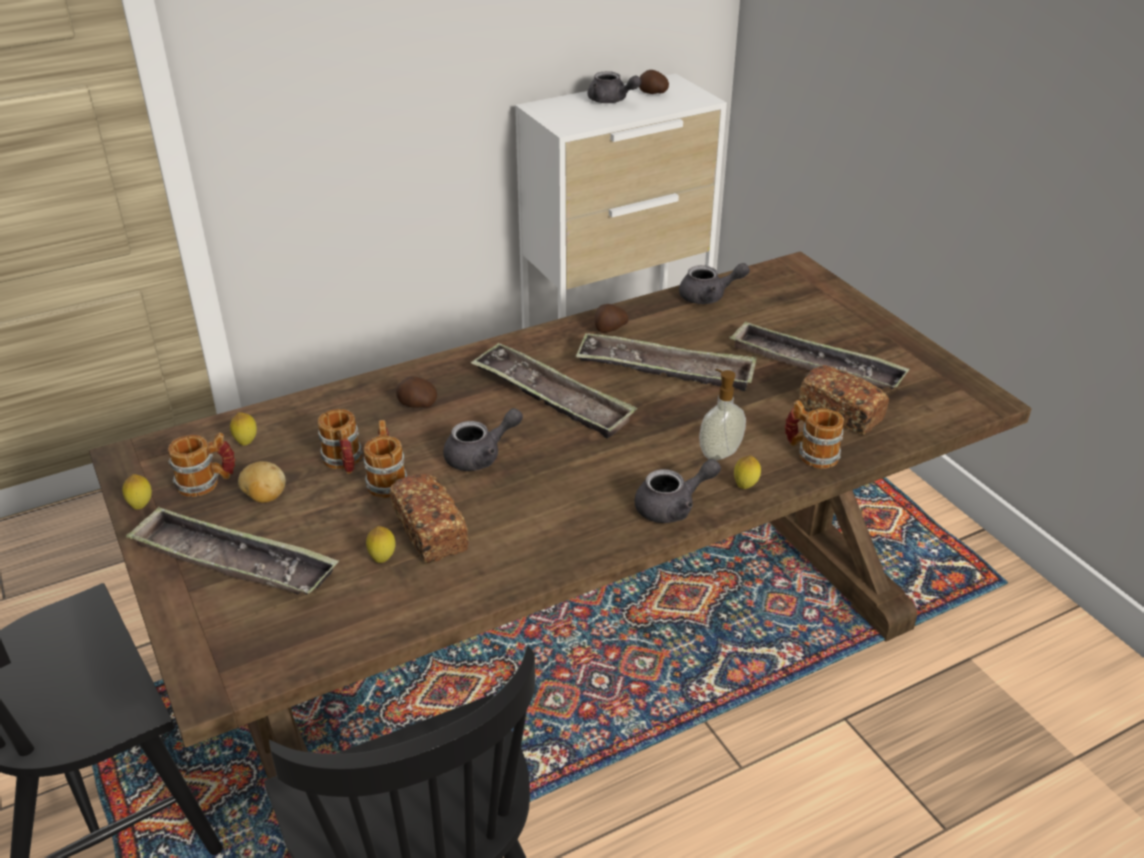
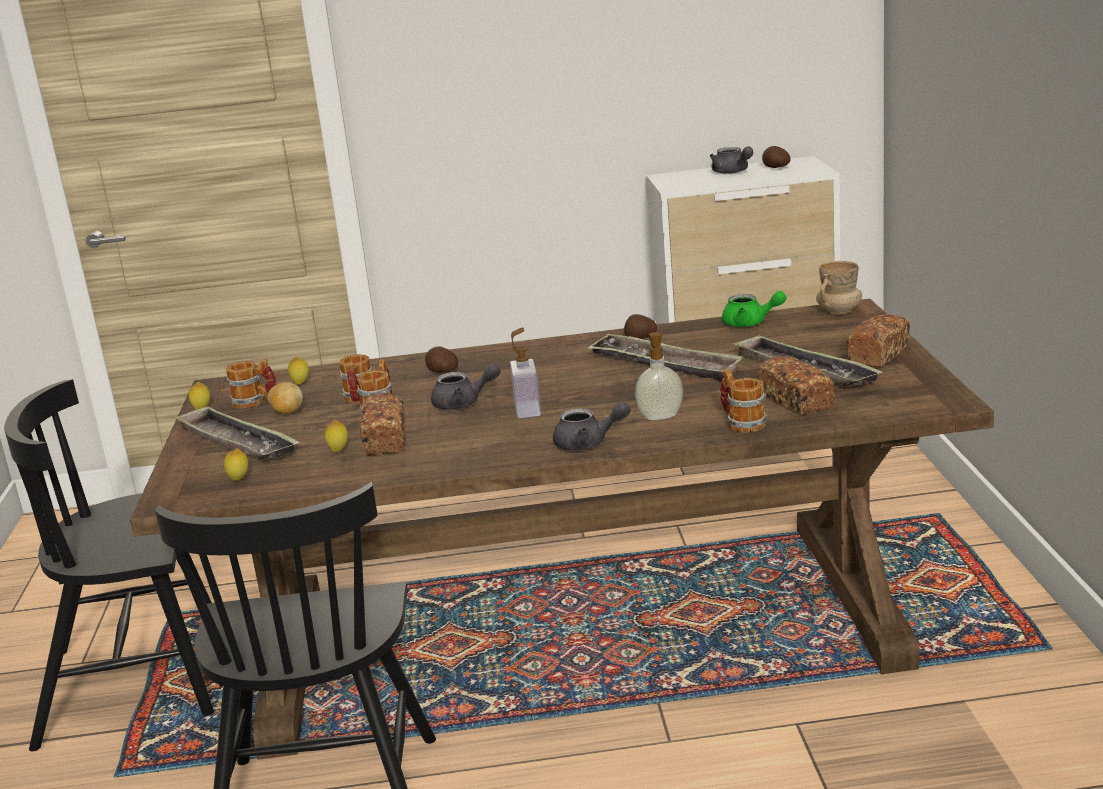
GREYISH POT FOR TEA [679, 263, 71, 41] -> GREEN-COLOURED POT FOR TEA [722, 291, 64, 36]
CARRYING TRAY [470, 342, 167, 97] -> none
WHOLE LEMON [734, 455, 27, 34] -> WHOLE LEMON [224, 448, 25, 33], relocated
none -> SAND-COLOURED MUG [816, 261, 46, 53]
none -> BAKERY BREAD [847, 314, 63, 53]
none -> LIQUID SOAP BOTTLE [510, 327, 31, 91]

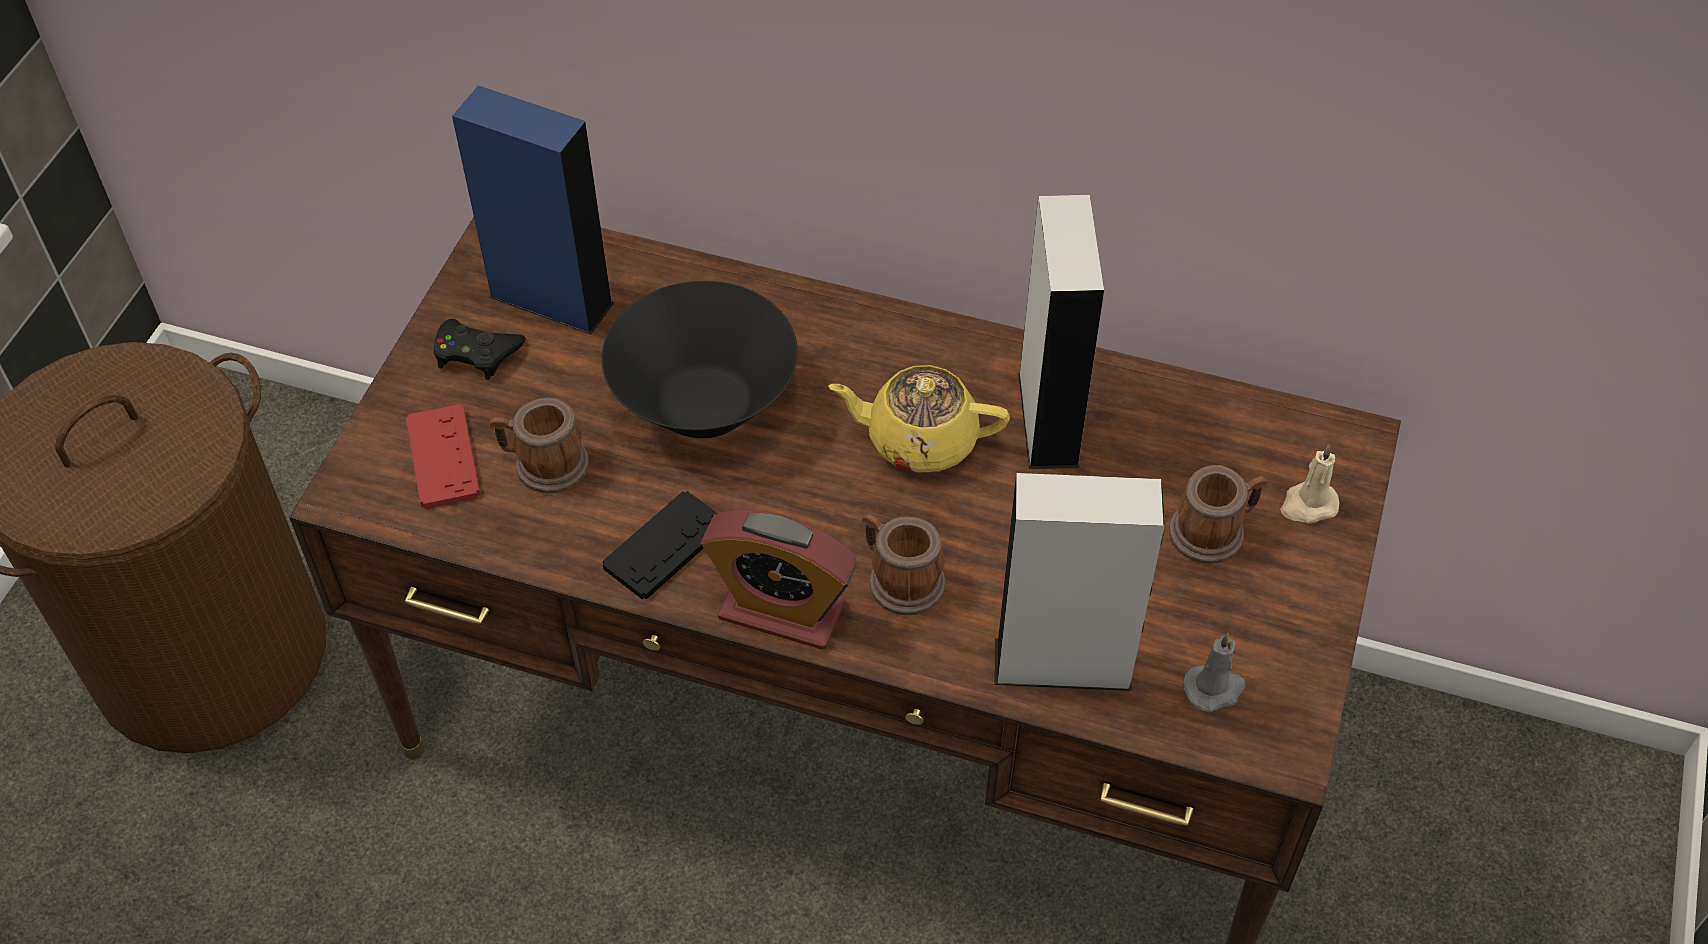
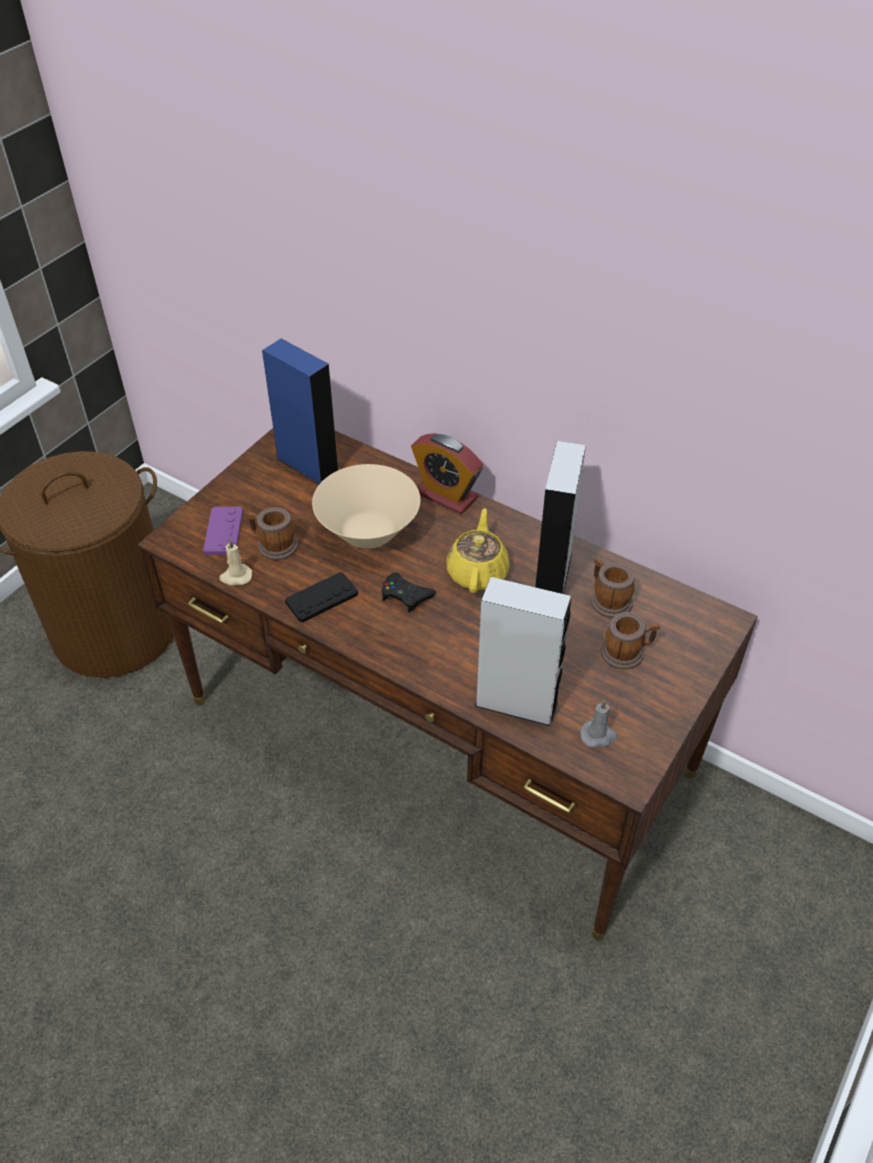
BLACK SERVING BOWL [601, 281, 197, 157] -> SAND-COLOURED SERVING BOWL [312, 464, 108, 85]
BLACK GAMEPAD [434, 319, 92, 61] -> BLACK GAMEPAD [381, 573, 55, 40], relocated
YELLOWISH POT FOR TEA [828, 365, 182, 108] -> YELLOWISH POT FOR TEA [446, 508, 64, 85], 75 degrees clockwise
RED-COLOURED GAMEPAD [406, 404, 74, 105] -> PURPLE GAMEPAD [203, 507, 40, 48]
SAND-COLOURED CANDLE [1280, 444, 59, 79] -> SAND-COLOURED CANDLE [219, 539, 33, 47], relocated
TABLE CLOCK [701, 509, 156, 141] -> TABLE CLOCK [411, 433, 72, 81], relocated
MUG [863, 514, 82, 102] -> MUG [591, 558, 43, 60], relocated

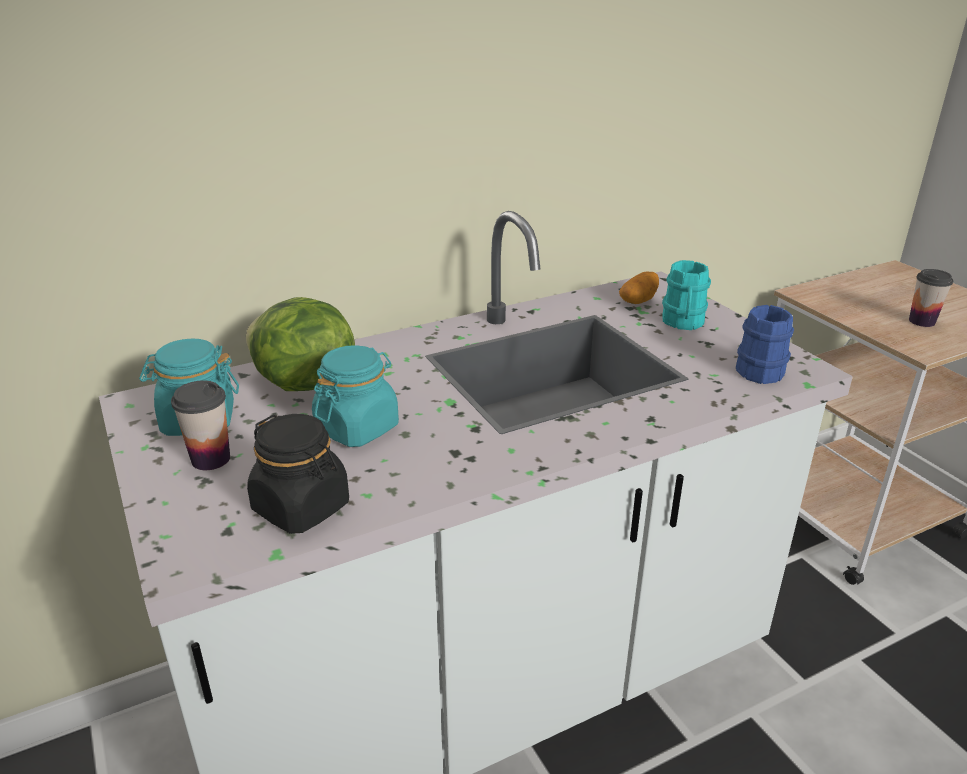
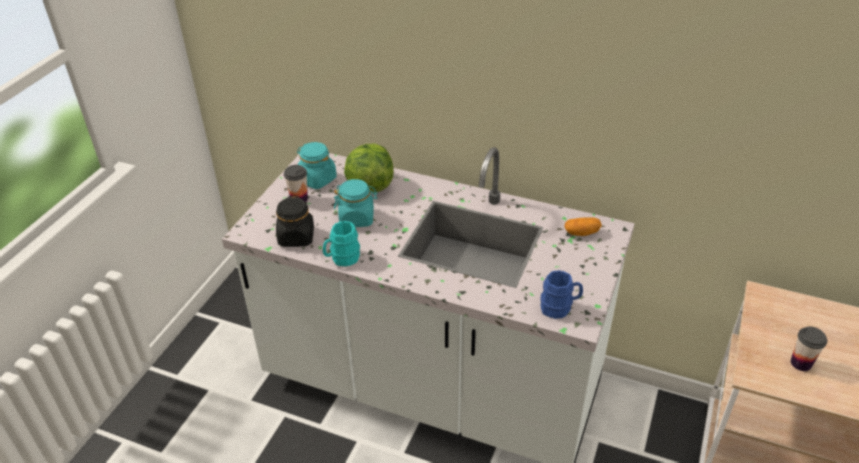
BLUE-GREEN MUG [662, 260, 49, 70] -> BLUE-GREEN MUG [323, 221, 37, 45], relocated

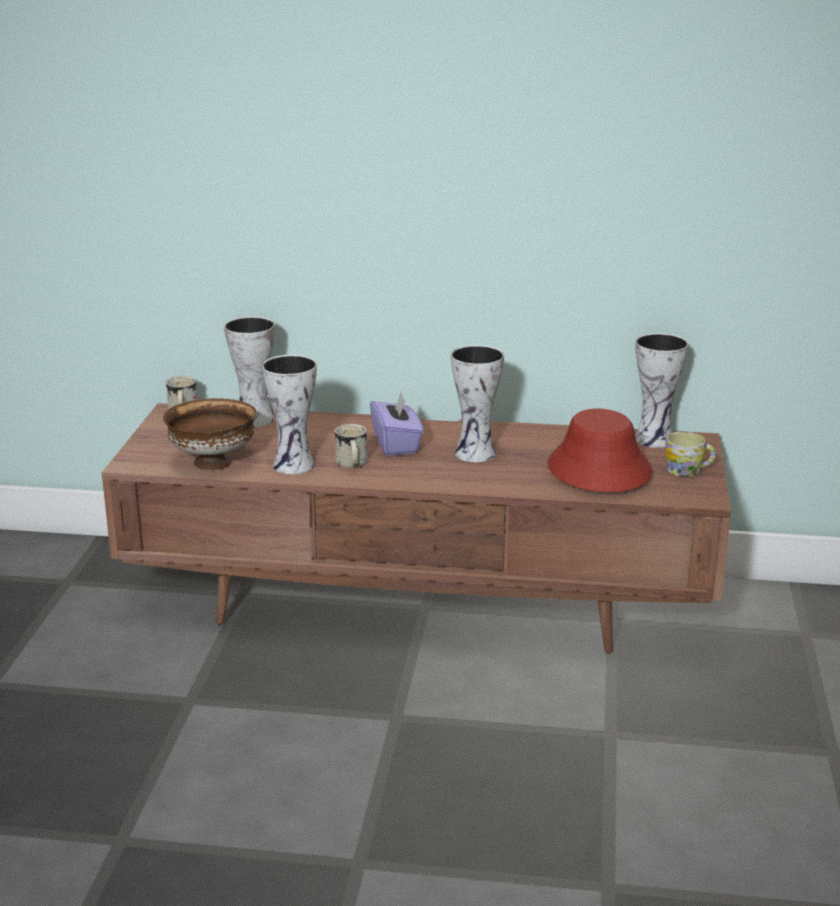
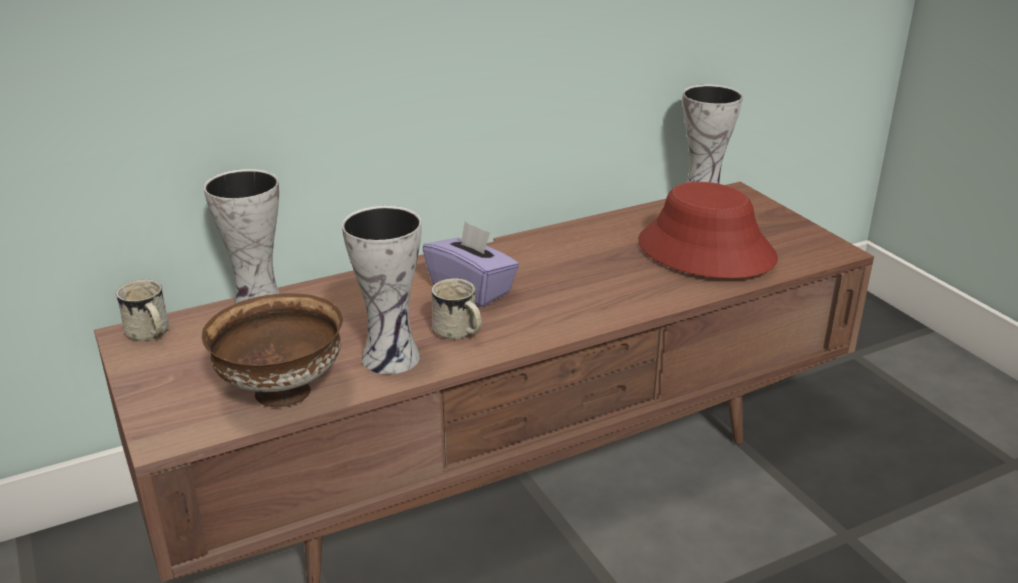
DECORATIVE VASE [451, 345, 53, 117] -> none
MUG [665, 432, 51, 45] -> none

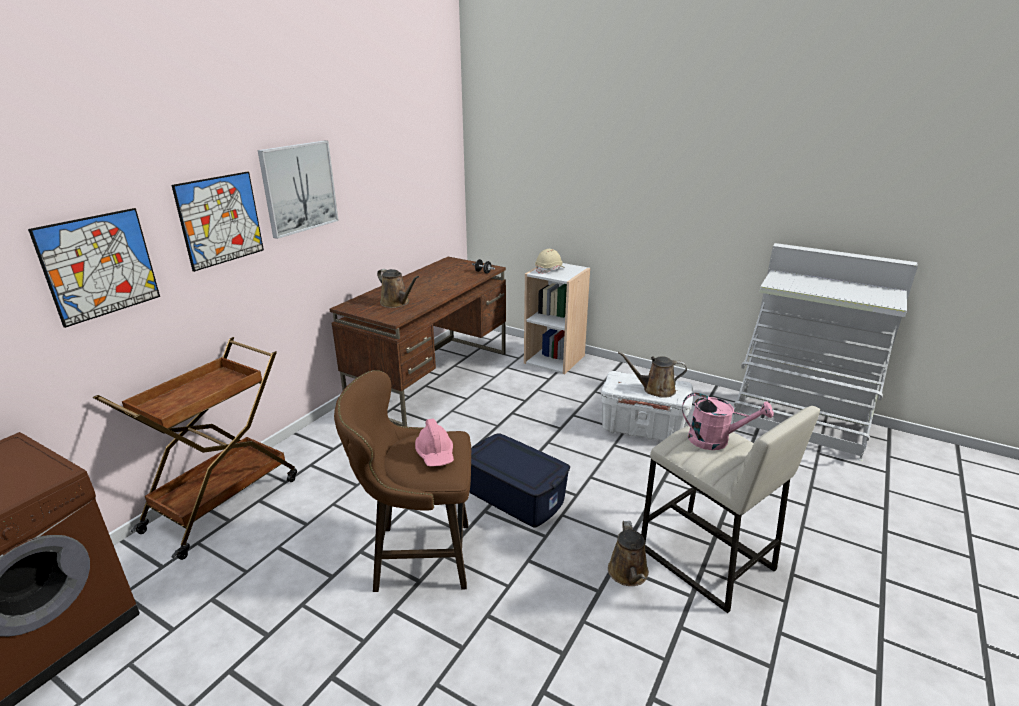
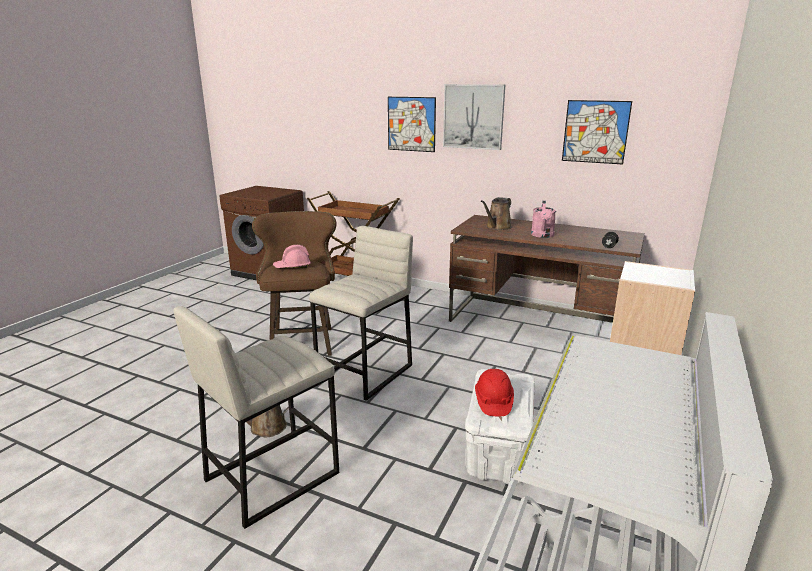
PICTURE [28, 208, 132, 120] -> PICTURE [562, 100, 70, 64], relocated
SAND-COLOURED HARD HAT [535, 249, 30, 25] -> none
BROWN WATERING POT [618, 352, 69, 46] -> RED-COLOURED HARD HAT [475, 369, 39, 47]
PINKISH WATERING POT [682, 393, 92, 57] -> PINKISH WATERING POT [531, 201, 25, 37], relocated
BLUE STORAGE CONTAINER [469, 433, 101, 95] -> SAND-COLOURED STOOL [309, 226, 104, 175]

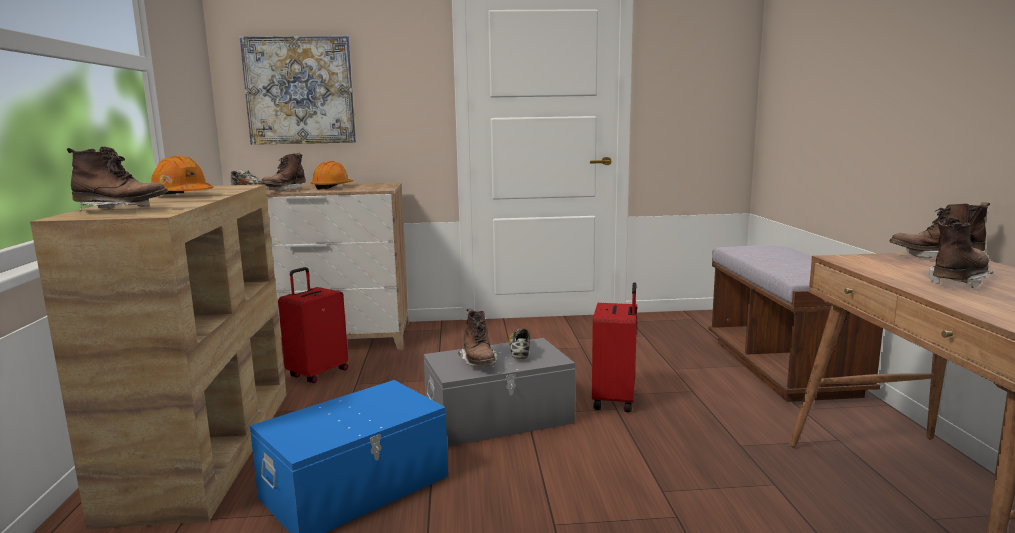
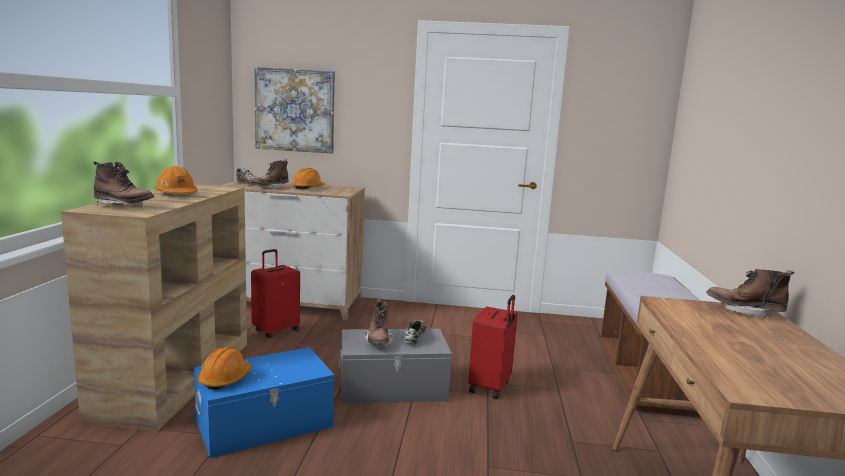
BROWN BOOT [929, 217, 64, 72] -> none
none -> ORANGEY HARD HAT [197, 347, 55, 43]

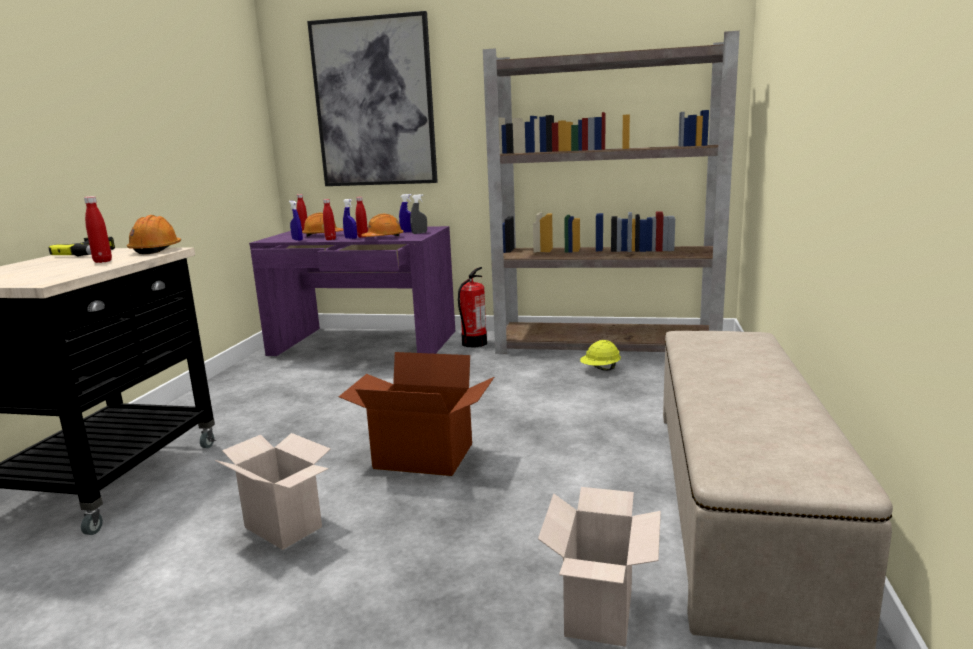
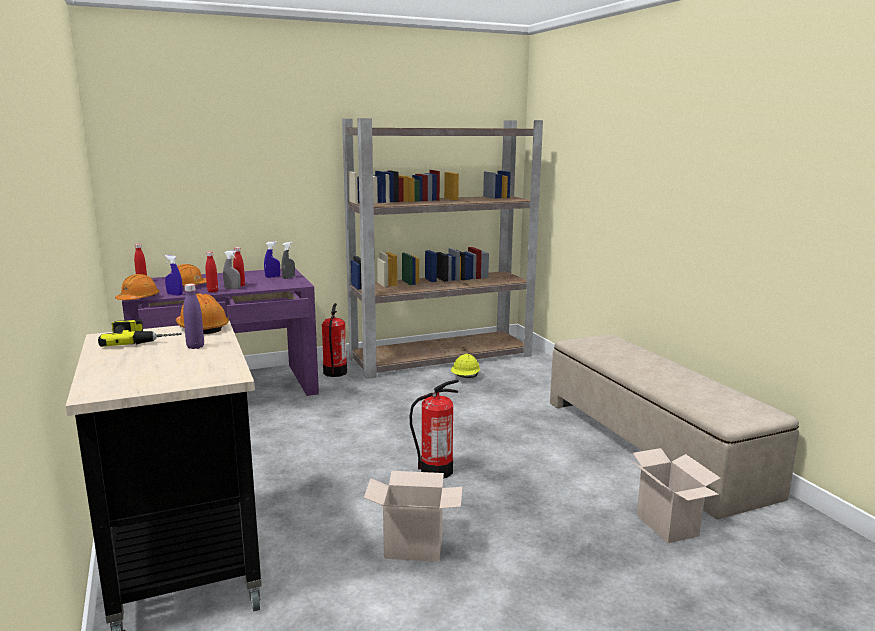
PICTURE [307, 11, 131, 175] -> none
RED-COLOURED BOTTLE [84, 196, 28, 67] -> PURPLE BOTTLE [183, 284, 21, 65]
BLUE HAND SPRAYER [343, 199, 14, 40] -> GREYISH HAND SPRAYER [223, 251, 18, 38]
ORANGEY HARD HAT [361, 214, 42, 23] -> ORANGEY HARD HAT [115, 274, 45, 26], relocated
PACKING BOX [339, 352, 155, 124] -> FIRE EXTINGUISHER [410, 380, 49, 98]

